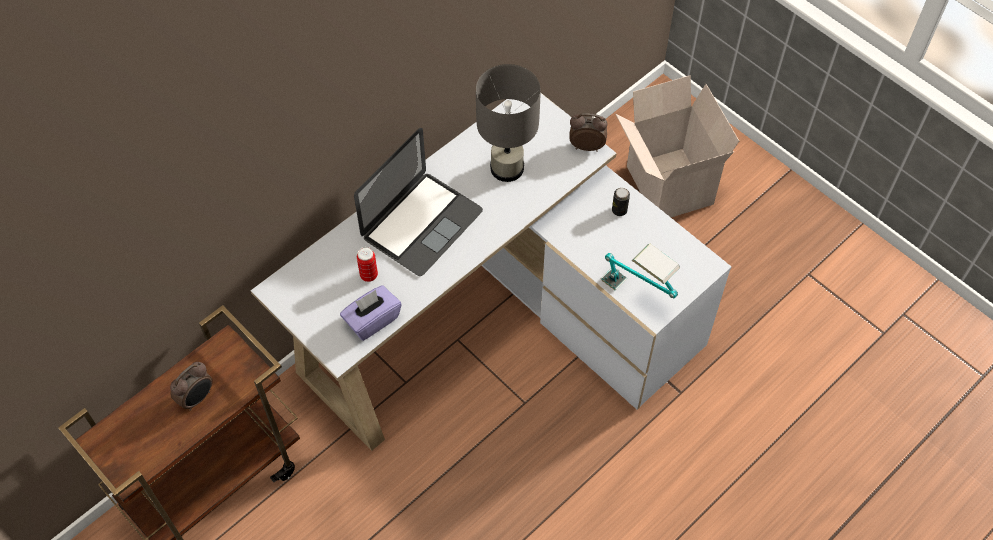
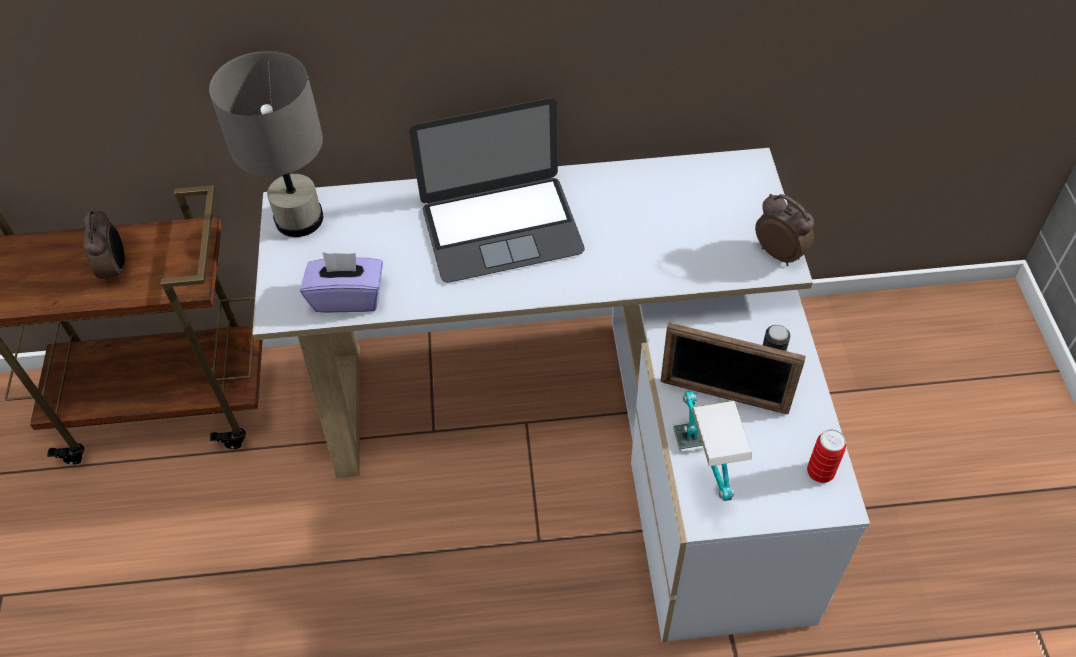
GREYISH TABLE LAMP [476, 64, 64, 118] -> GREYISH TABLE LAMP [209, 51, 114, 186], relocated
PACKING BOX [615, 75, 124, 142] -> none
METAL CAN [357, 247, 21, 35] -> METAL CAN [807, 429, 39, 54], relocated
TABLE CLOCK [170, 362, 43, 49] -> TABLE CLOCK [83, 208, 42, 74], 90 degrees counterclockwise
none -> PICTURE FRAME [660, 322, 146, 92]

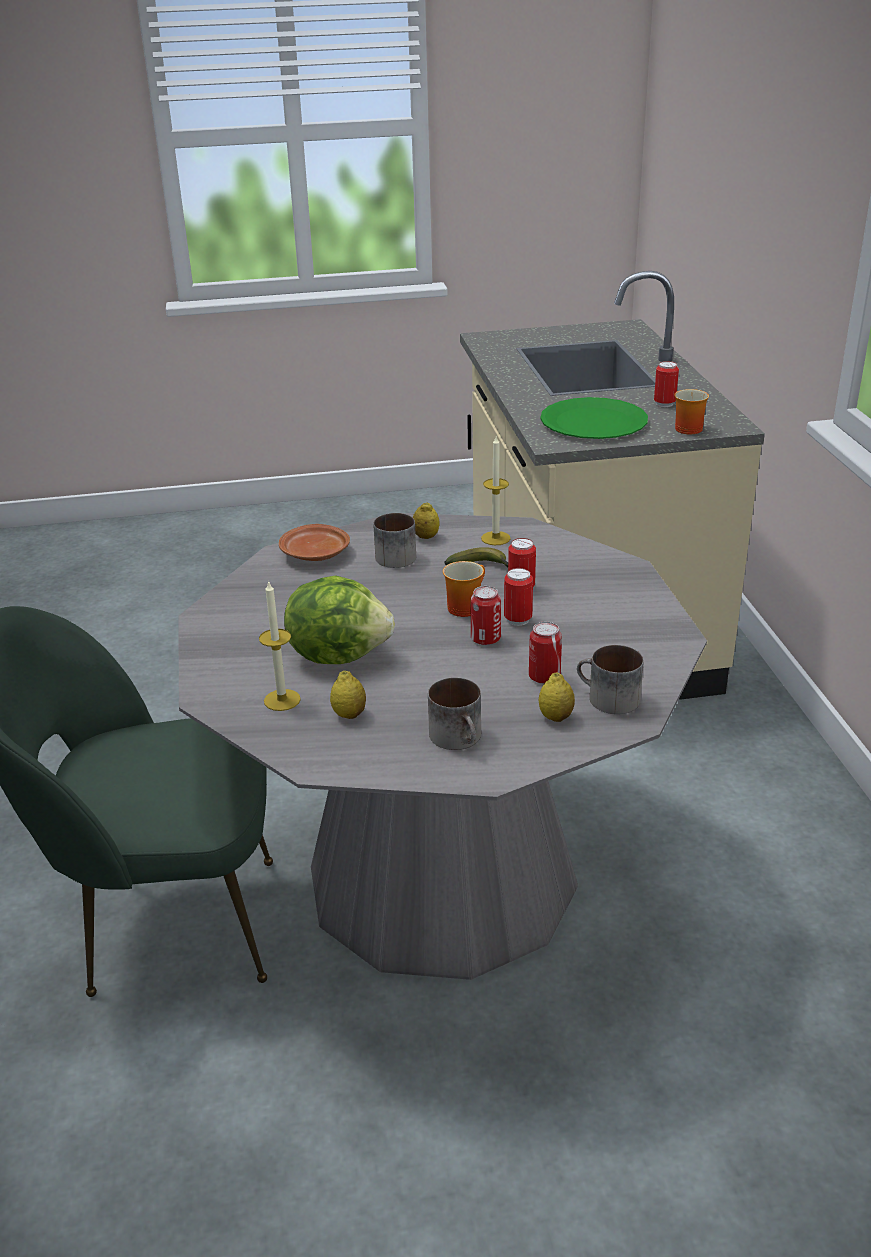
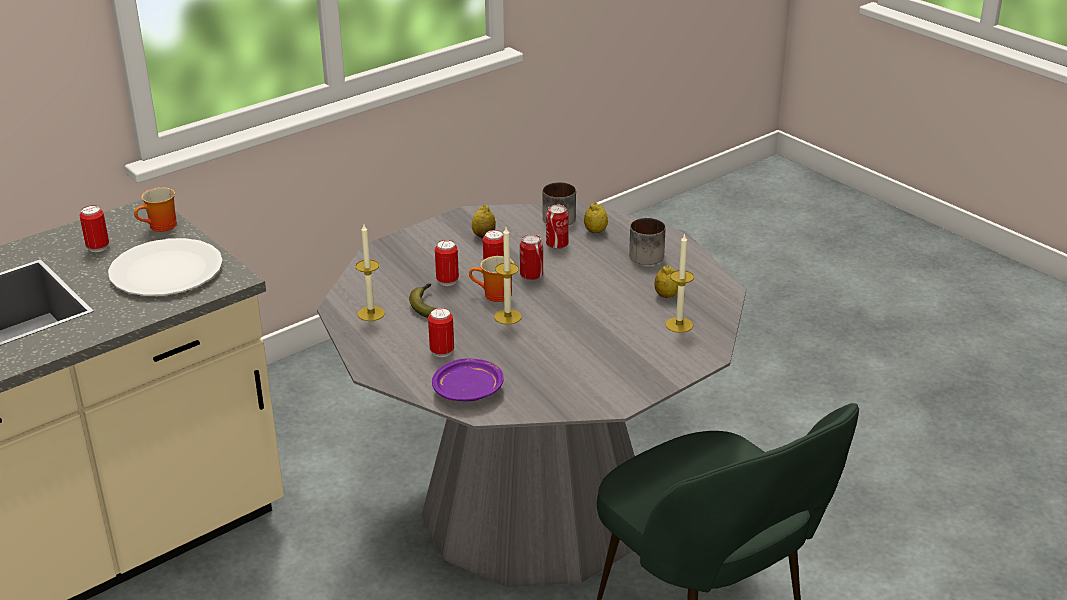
GREEN-COLOURED FLAT DISH [540, 397, 108, 42] -> WHITISH FLAT DISH [108, 238, 115, 58]
WHOLE LEMON [413, 502, 27, 37] -> WHOLE LEMON [472, 205, 24, 34], relocated
MUG [373, 513, 43, 55] -> METAL CAN [428, 308, 26, 49]
BROWN FLAT DISH [279, 524, 71, 37] -> PURPLE FLAT DISH [432, 359, 72, 42]
LETTUCE [284, 575, 111, 89] -> none
none -> CANDLE [494, 227, 28, 98]

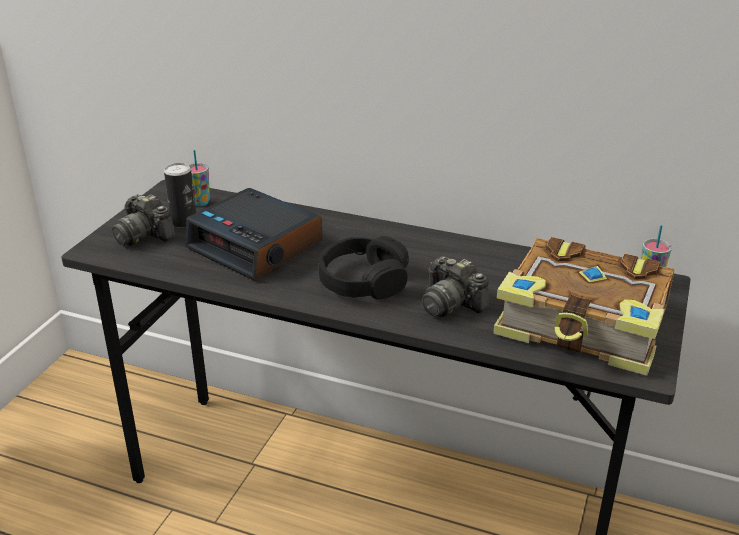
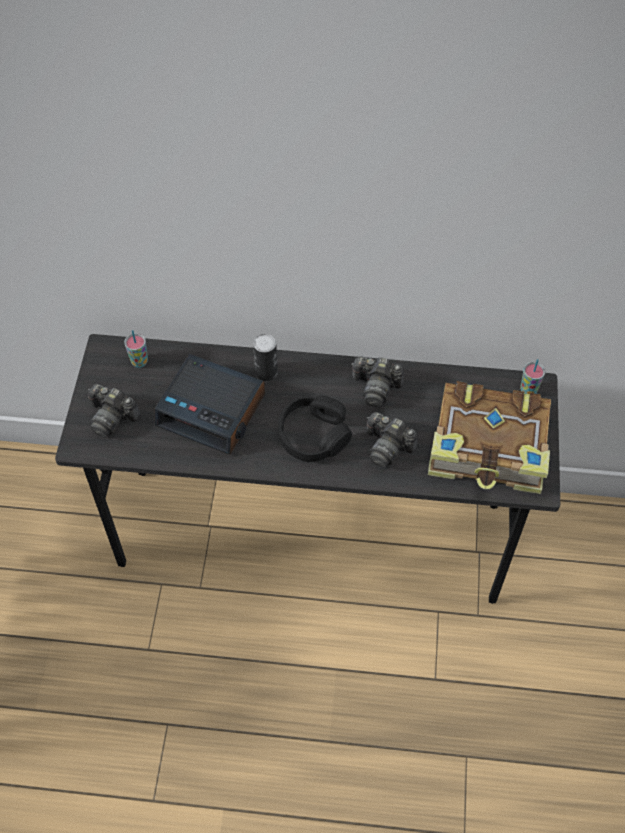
METAL CAN [164, 163, 32, 65] -> METAL CAN [253, 334, 25, 48], relocated
none -> PHOTO CAMERA [351, 356, 53, 51]

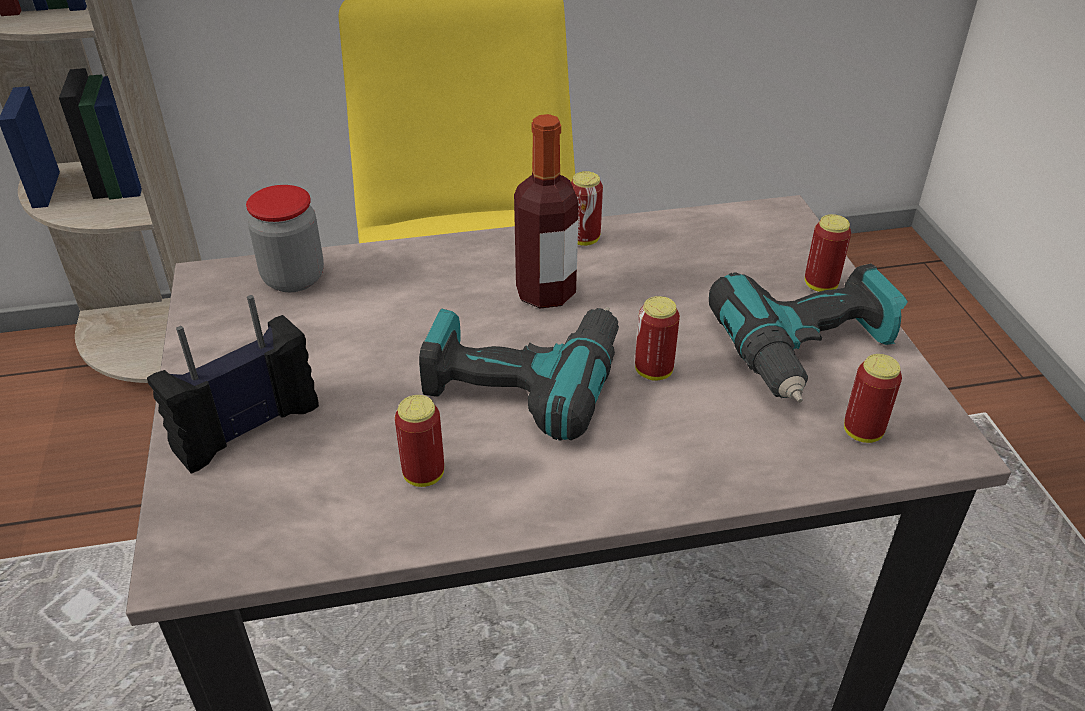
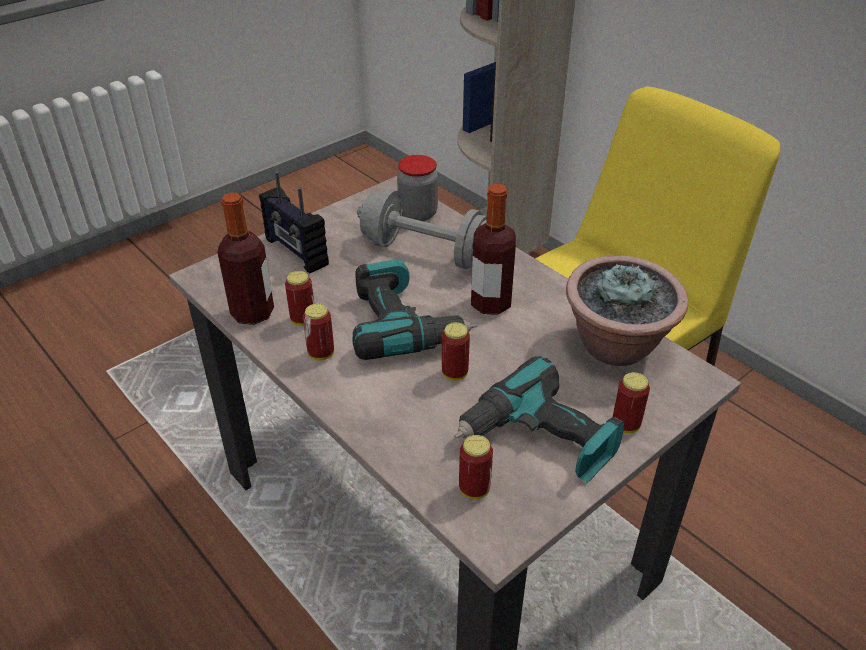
METAL CAN [571, 171, 32, 75] -> METAL CAN [303, 304, 31, 57], relocated
RADIO RECEIVER [147, 295, 172, 178] -> RADIO RECEIVER [259, 172, 70, 101], 150 degrees counterclockwise
none -> GREYISH HAND WEIGHT [357, 189, 130, 80]
none -> BOTTLE [217, 192, 57, 133]
none -> PLANT IN A POT [566, 256, 123, 110]

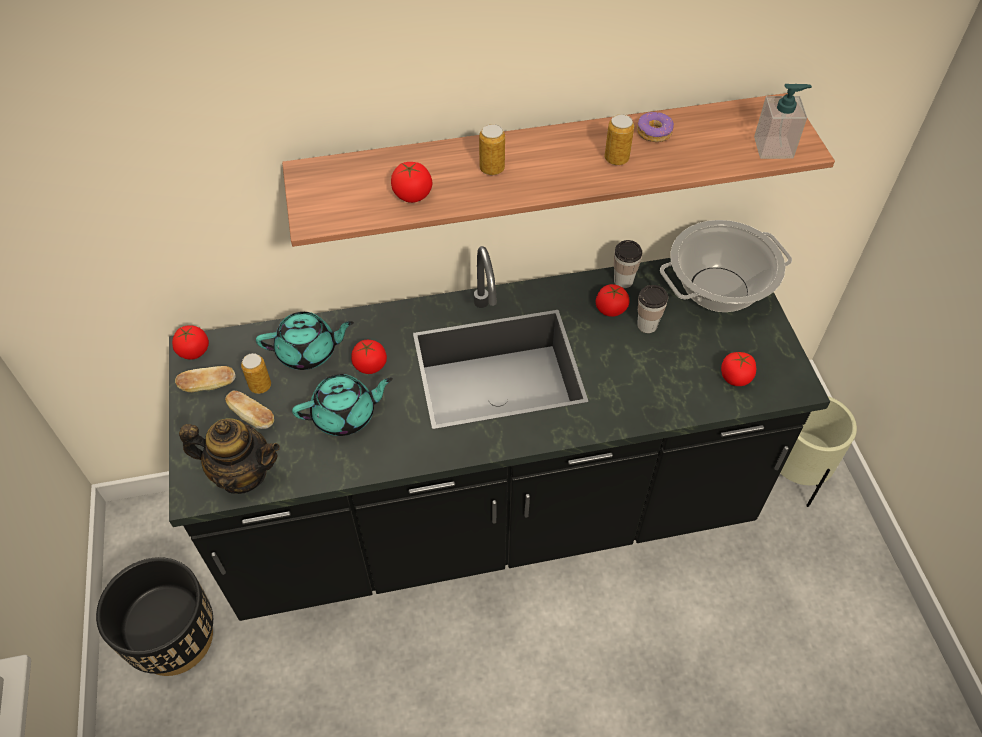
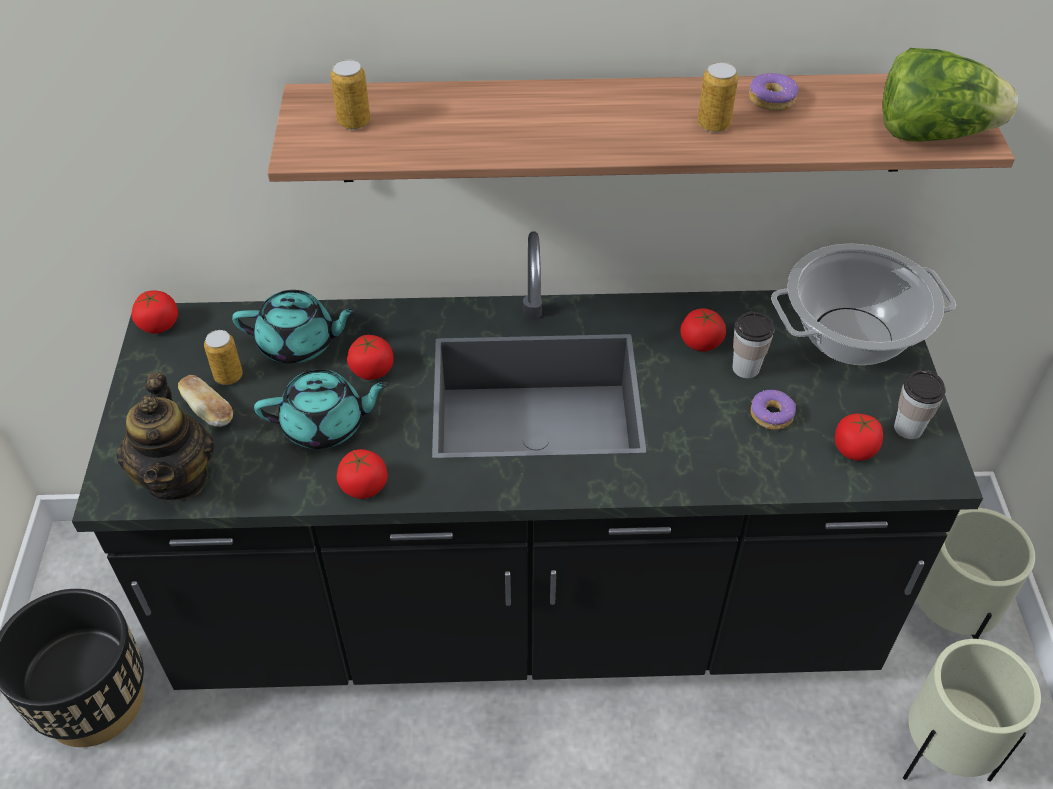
LIQUID SOAP BOTTLE [754, 84, 58, 75] -> LETTUCE [883, 48, 135, 94]
METAL CAN [479, 124, 26, 51] -> METAL CAN [330, 60, 40, 70], relocated
FRESH TOMATO [391, 162, 41, 41] -> FRESH TOMATO [337, 449, 51, 50], relocated
DRINKING CUP [614, 240, 28, 48] -> DRINKING CUP [894, 370, 52, 69], relocated
BAKERY BREAD [175, 366, 60, 26] -> none
POT FOR TEA [179, 419, 101, 75] -> POT FOR TEA [116, 372, 99, 130], 60 degrees clockwise
none -> DONUT [751, 390, 45, 40]
none -> SAND-COLOURED PLANTER [903, 639, 138, 143]

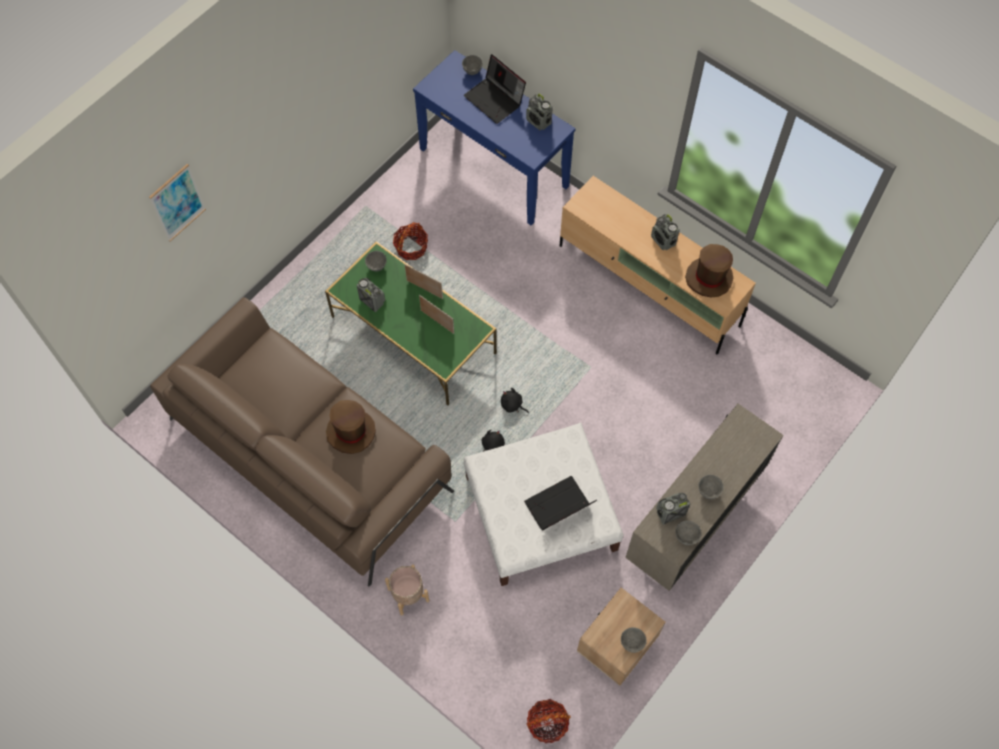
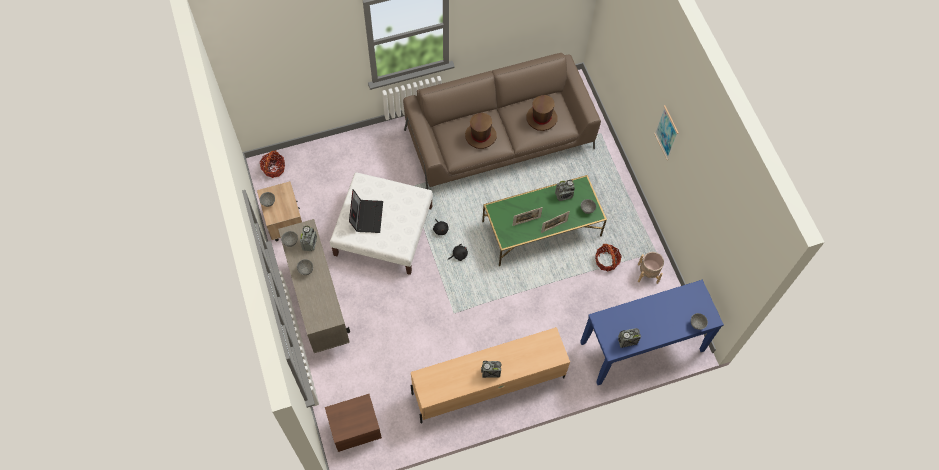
NOTEBOOK COMPUTER [464, 54, 62, 70] -> none
PICTURE [149, 164, 57, 77] -> PICTURE [654, 105, 25, 55], relocated
BROWN CLOTHING HAT [685, 244, 48, 54] -> BROWN CLOTHING HAT [526, 95, 31, 36], relocated
SAND-COLOURED PLANTER [385, 564, 44, 52] -> SAND-COLOURED PLANTER [638, 252, 26, 32], relocated
none -> BROWN BEDSIDE TABLE [325, 394, 57, 58]

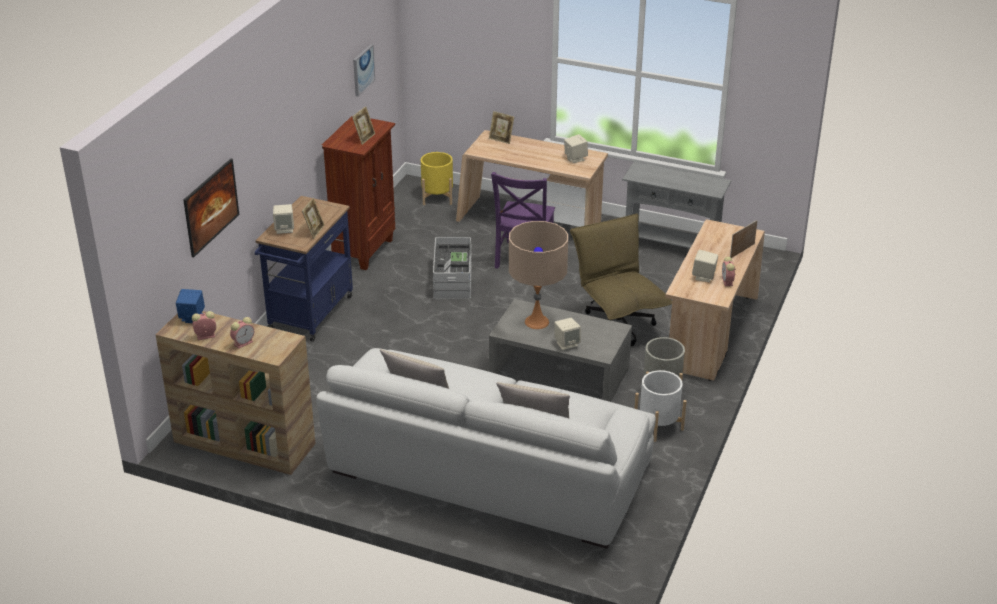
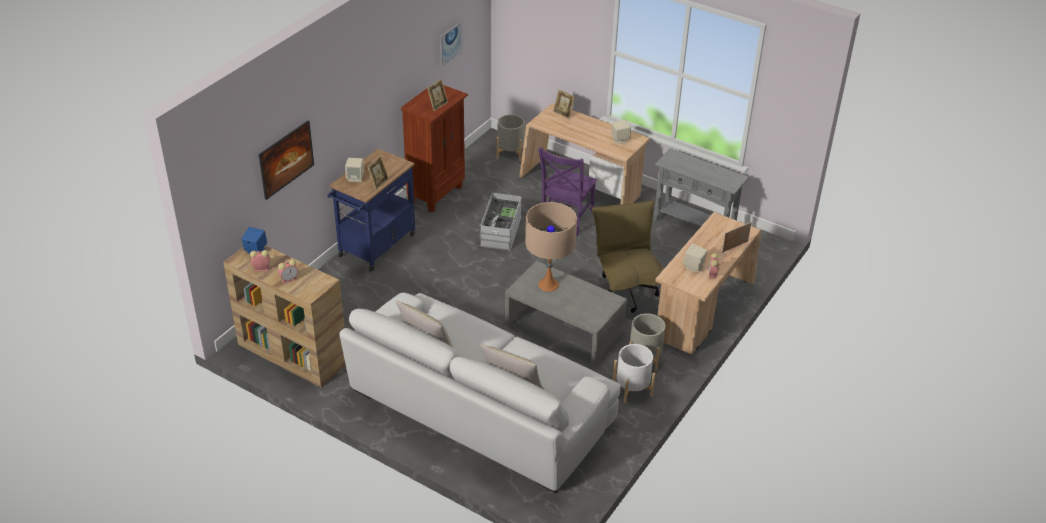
YELLOWISH PLANTER [421, 152, 32, 53] -> GREYISH PLANTER [497, 115, 28, 46]
SAND-COLOURED AUDIO SPEAKER [554, 318, 27, 32] -> none

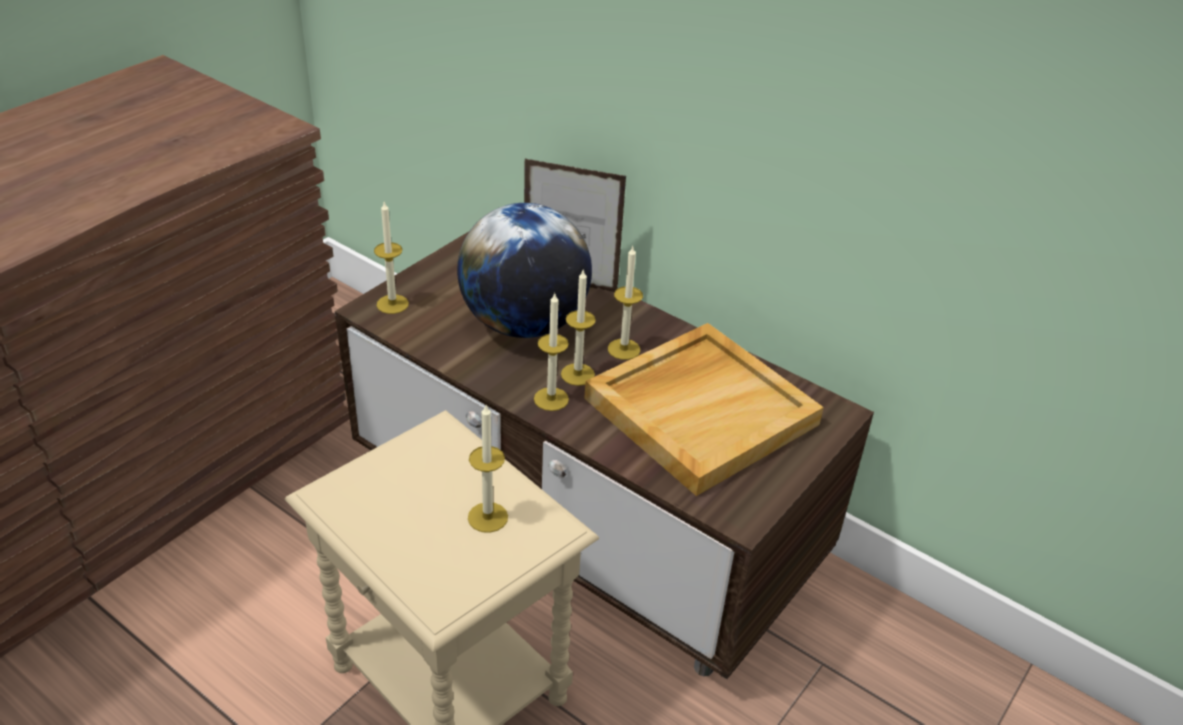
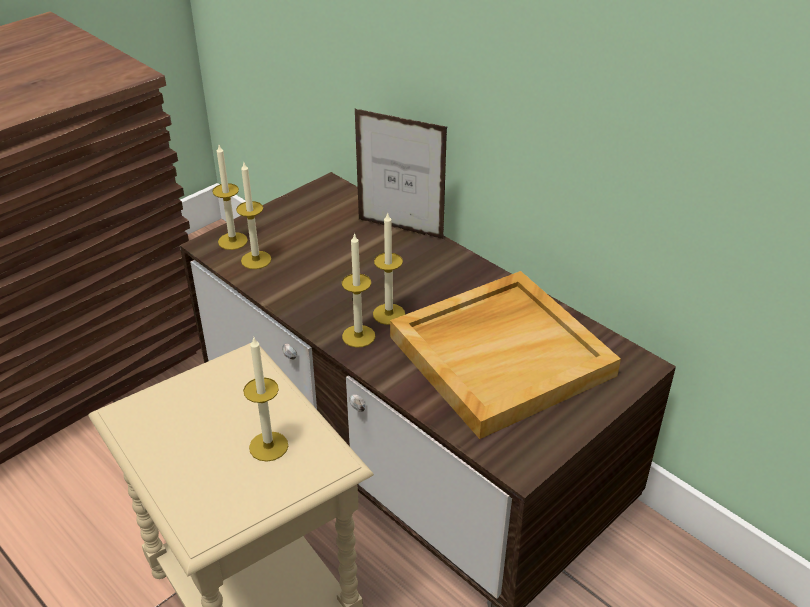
GLOBE [457, 203, 135, 135] -> none
CANDLE [608, 246, 35, 114] -> CANDLE [236, 163, 35, 106], relocated

